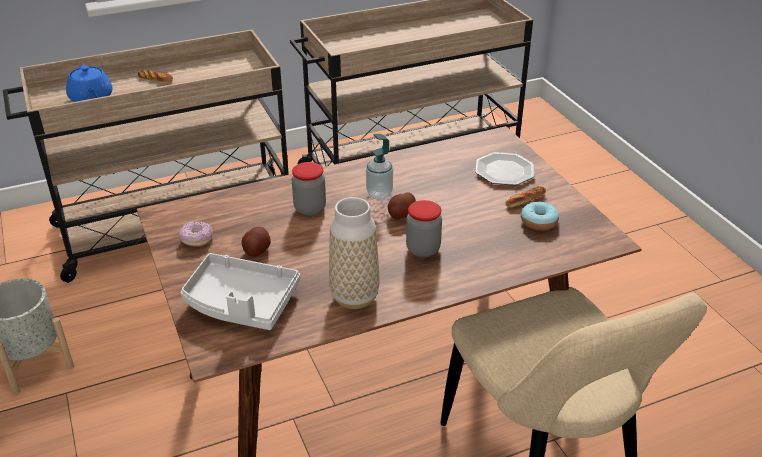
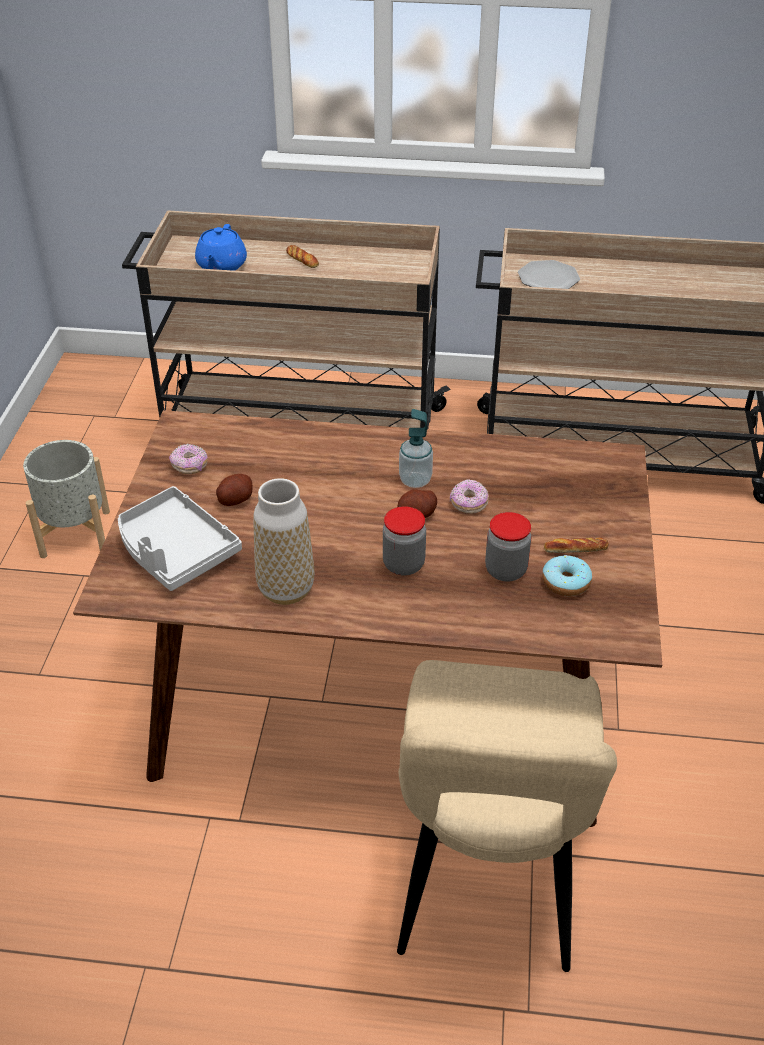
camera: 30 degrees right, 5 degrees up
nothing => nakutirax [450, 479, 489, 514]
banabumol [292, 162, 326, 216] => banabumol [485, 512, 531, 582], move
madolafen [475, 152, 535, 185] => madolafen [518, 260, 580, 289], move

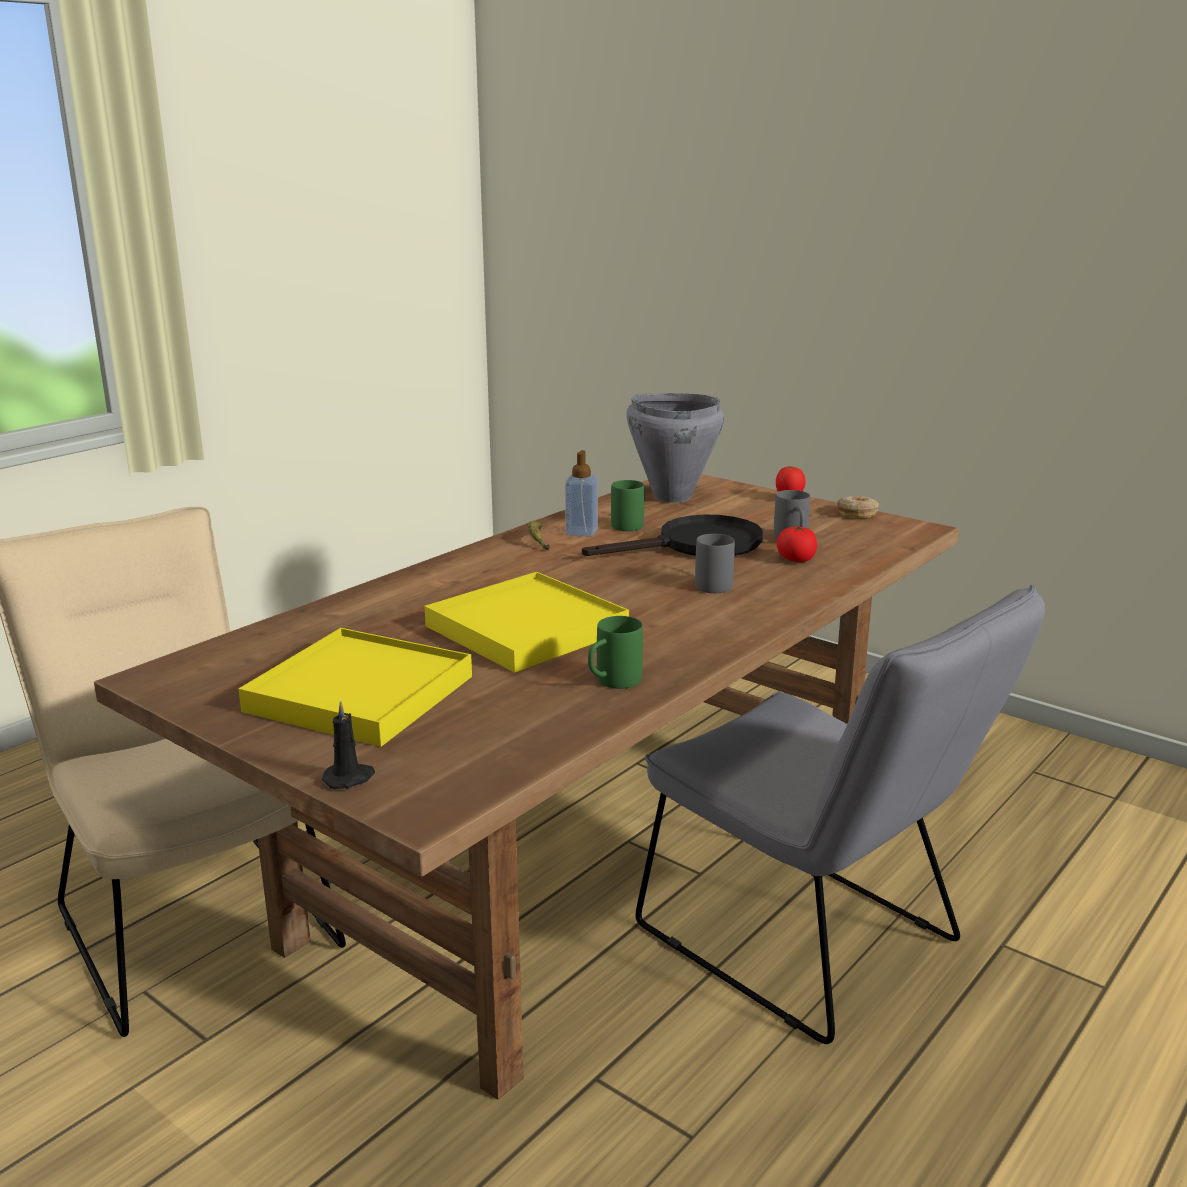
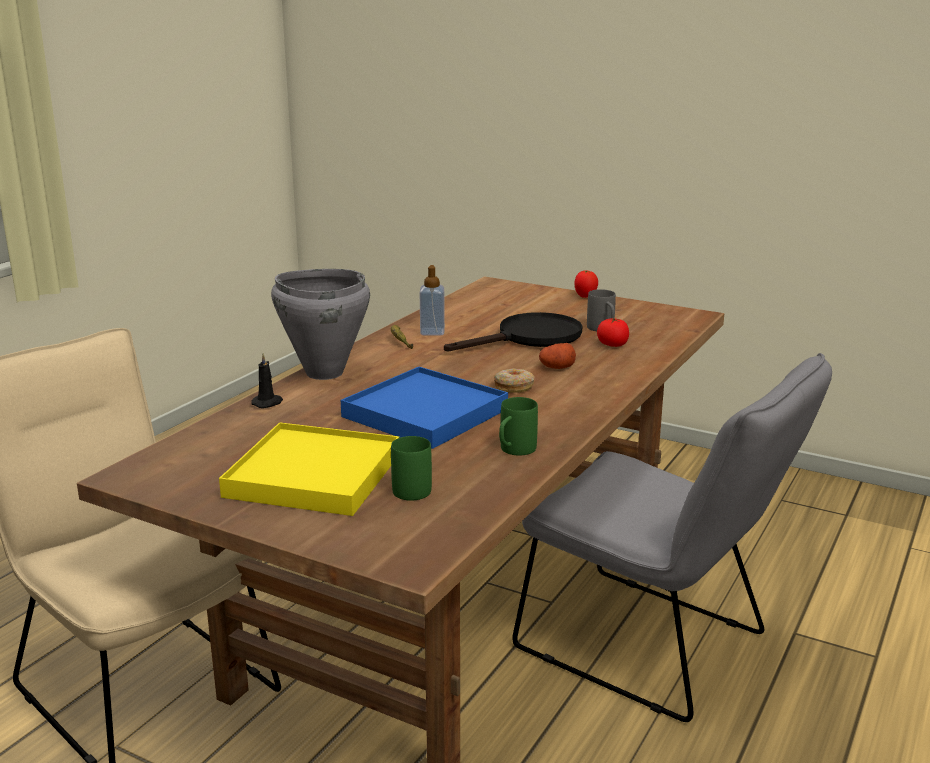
camera: 10 degrees left, 0 degrees up
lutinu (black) [322, 701, 375, 789] => lutinu (black) [251, 353, 283, 408], move
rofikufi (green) [611, 480, 644, 531] => rofikufi (green) [391, 436, 432, 501], move
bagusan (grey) [626, 393, 724, 503] => bagusan (grey) [271, 269, 370, 380], move
nakutirax [837, 496, 879, 518] => nakutirax [494, 368, 535, 393], move
rofikufi (grey) [695, 534, 735, 593] => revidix [539, 343, 576, 369]
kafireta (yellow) [424, 572, 629, 672] => kafireta (blue) [341, 367, 508, 449]

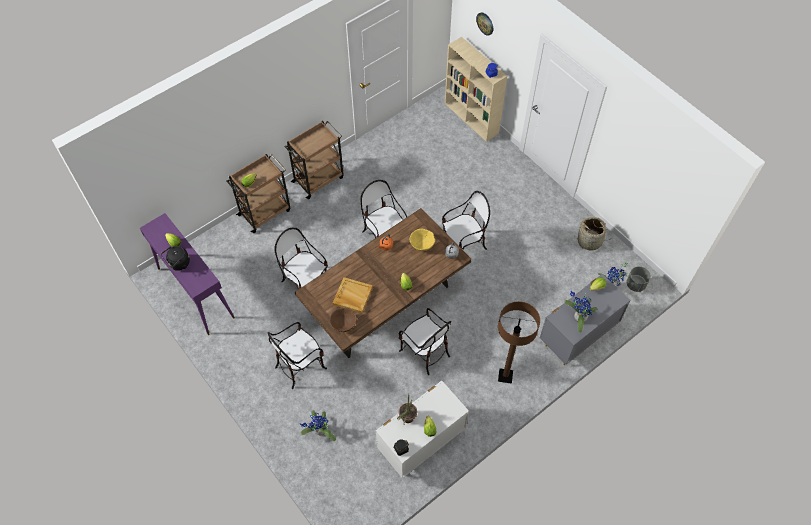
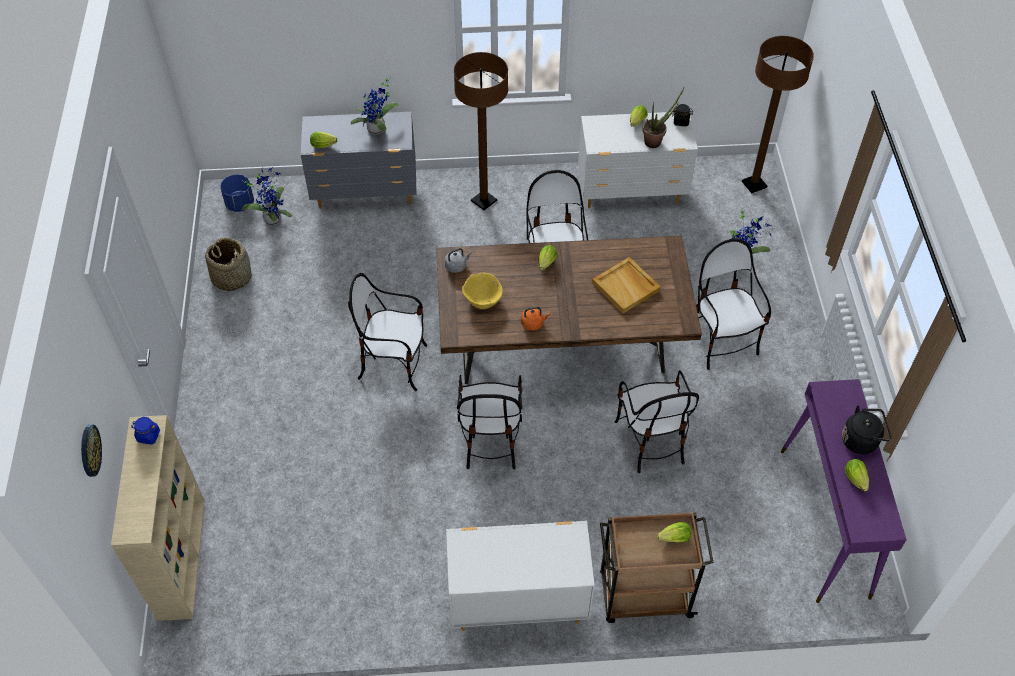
camera: 145 degrees left, 5 degrees down
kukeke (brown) [330, 308, 357, 332] => nothing
nothing => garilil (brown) [742, 36, 814, 193]
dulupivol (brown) [285, 121, 344, 199] => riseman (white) [446, 521, 595, 631]
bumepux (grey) [627, 266, 651, 292] => bumepux (blue) [220, 174, 254, 212]
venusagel [268, 322, 327, 389] => venusagel [696, 239, 771, 370], 105 degrees counterclockwise

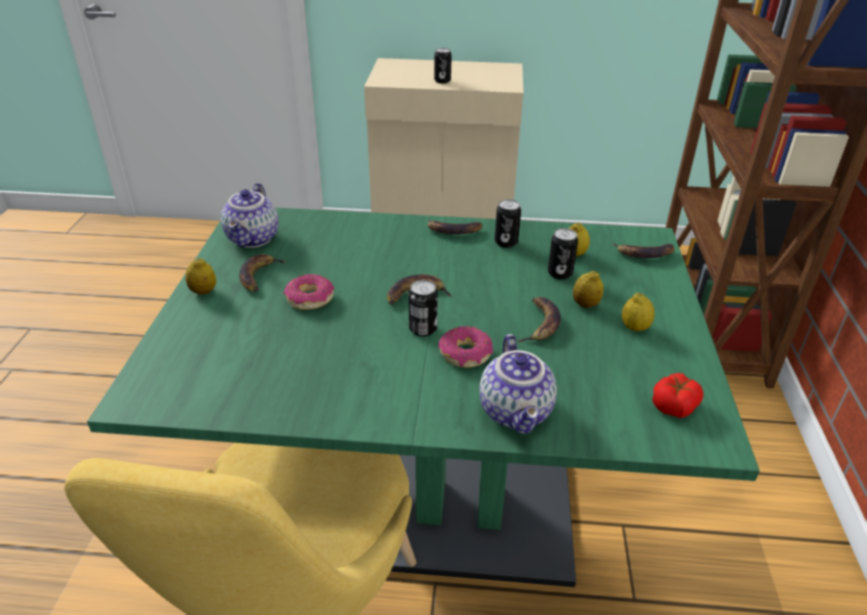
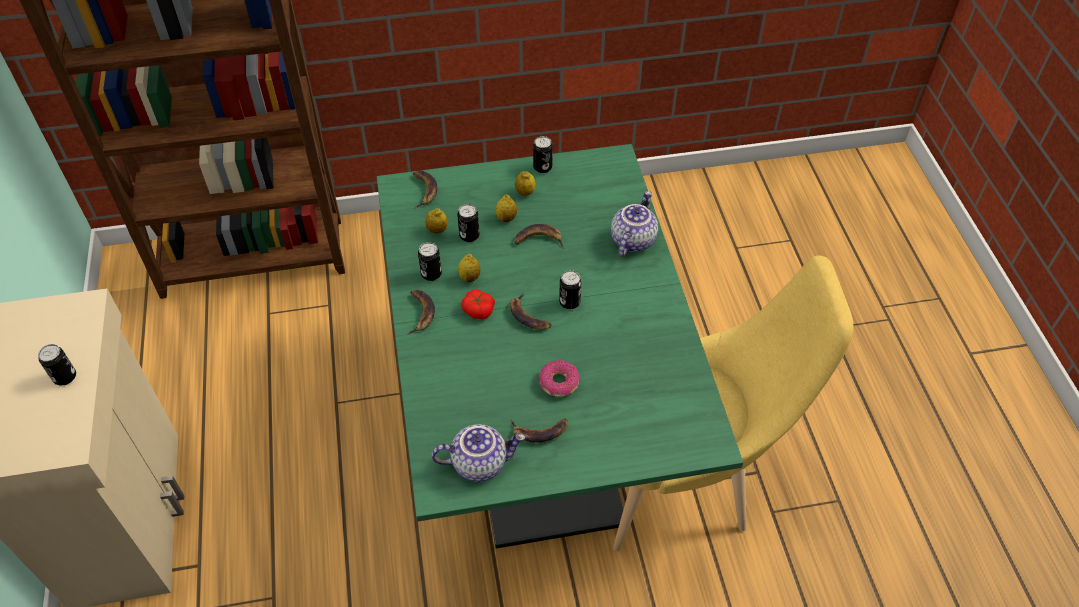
camera: 105 degrees left, 15 degrees up
nakutirax [438, 326, 493, 368] => nothing
nothing => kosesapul [533, 136, 553, 173]
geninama [185, 258, 216, 295] => geninama [458, 254, 480, 282], move
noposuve [652, 373, 703, 418] => noposuve [462, 290, 495, 319], move
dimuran [480, 334, 557, 434] => dimuran [611, 191, 658, 256], 45 degrees counterclockwise

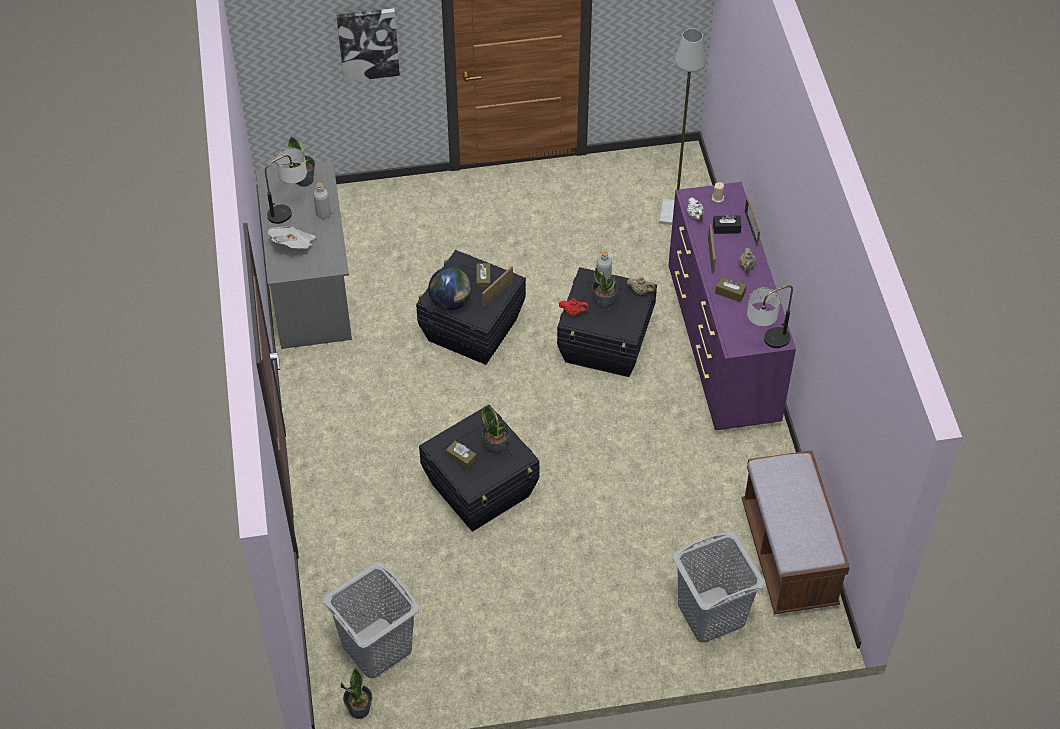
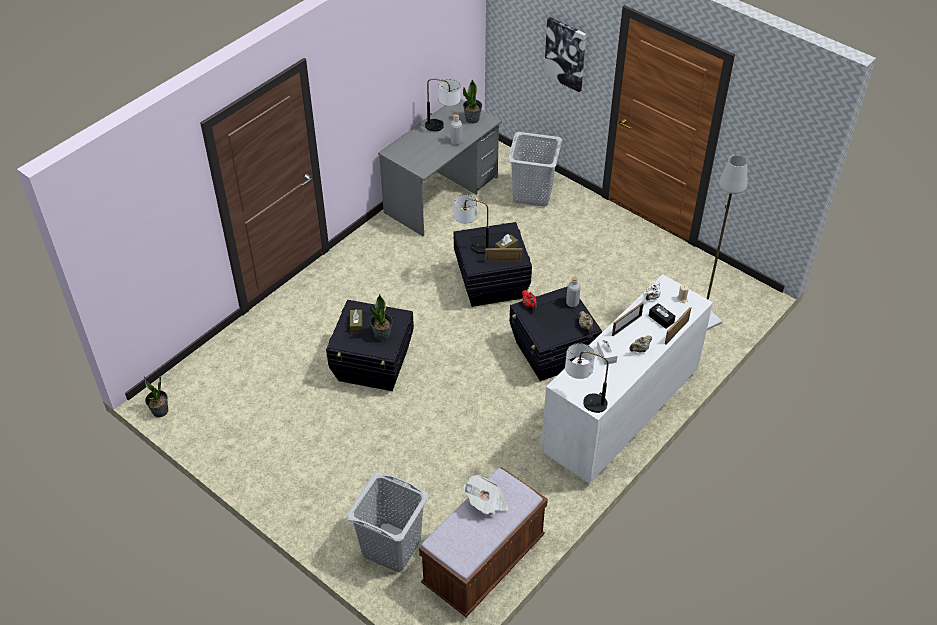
camera: 50 degrees right, 5 degrees down
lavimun [592, 268, 618, 310] => nothing
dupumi [268, 227, 316, 249] => dupumi [463, 475, 509, 514], move
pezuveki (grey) [322, 562, 420, 678] => pezuveki (grey) [508, 132, 562, 207], move
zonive [428, 267, 472, 310] => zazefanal [453, 194, 491, 254]
riseman (purple) [668, 182, 796, 430] => riseman (white) [541, 274, 713, 484]
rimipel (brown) [715, 276, 747, 302] => rimipel (white) [597, 338, 618, 365]

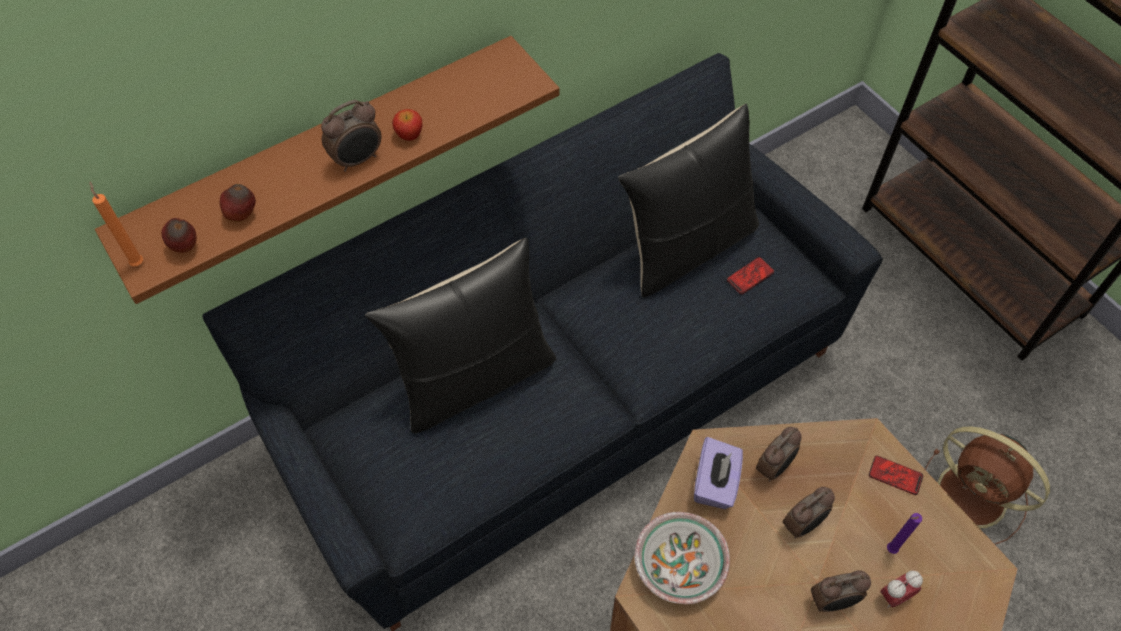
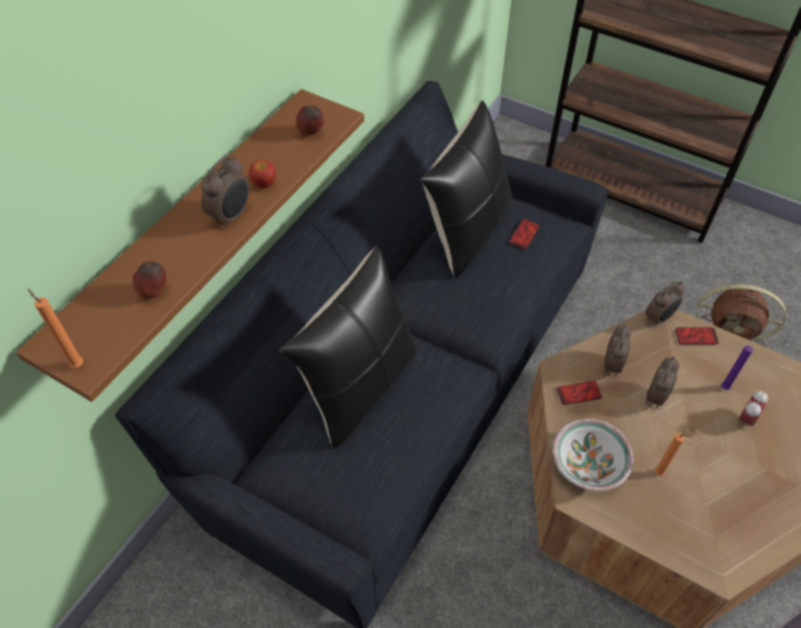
camera: 25 degrees left, 5 degrees down
nothing => lutinu (orange) [655, 433, 692, 476]
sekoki [161, 218, 197, 253] => sekoki [296, 105, 324, 135], move
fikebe [811, 570, 871, 612] => fikebe [645, 281, 685, 327], move
rimipel (purple) [694, 437, 743, 509] => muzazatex [557, 381, 602, 405]

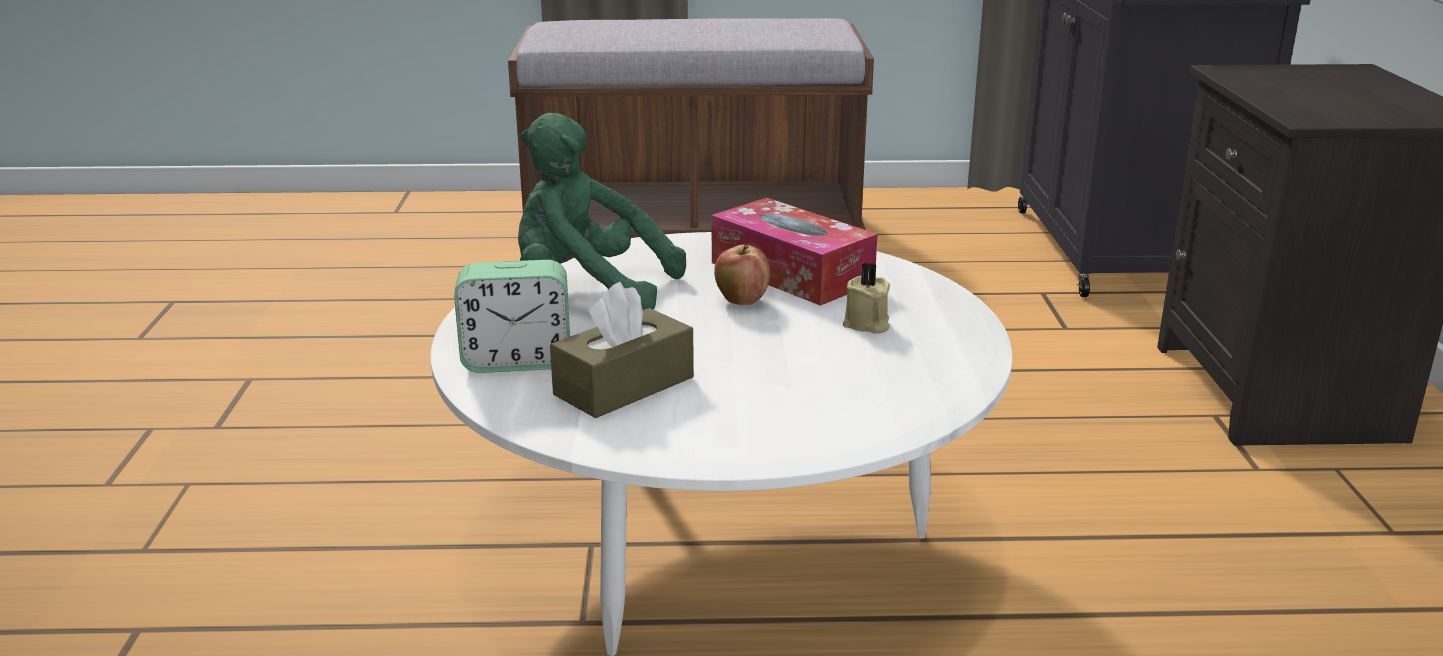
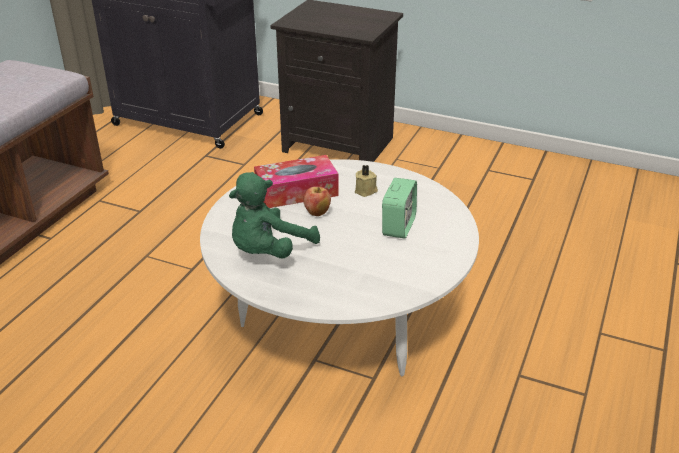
camera: 65 degrees left, 10 degrees up
rimipel (brown) [550, 282, 694, 418] => nothing
fikebe [454, 260, 570, 373] => fikebe [382, 178, 417, 238], move

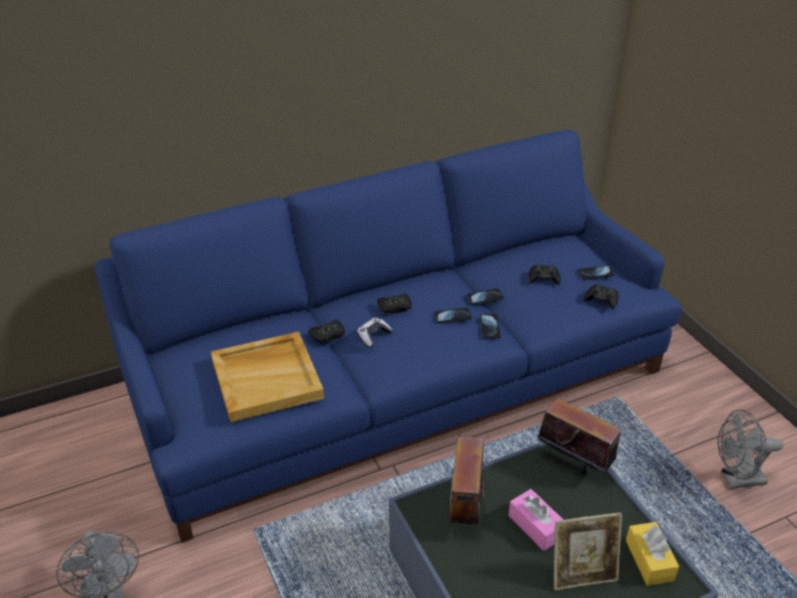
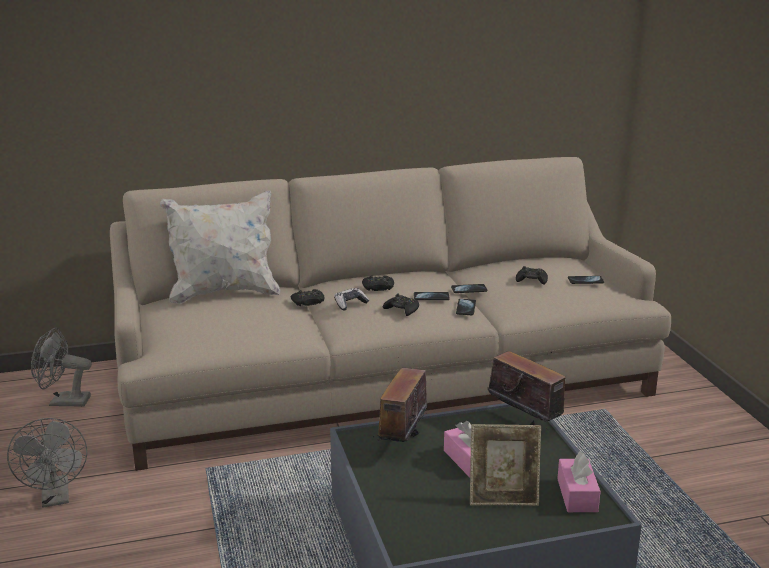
camera: 10 degrees right, 15 degrees down
kafireta (beige) [211, 332, 324, 422] => nothing
nothing => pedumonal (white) [160, 191, 280, 304]
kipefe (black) [584, 284, 619, 309] => kipefe (black) [383, 294, 419, 316], move
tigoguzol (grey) [717, 409, 784, 489] => tigoguzol (grey) [31, 327, 92, 407], move
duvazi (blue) [95, 130, 681, 543] => duvazi (beige) [110, 157, 671, 471]
rimipel (yellow) [626, 522, 679, 586] => rimipel (pink) [557, 451, 601, 512]

